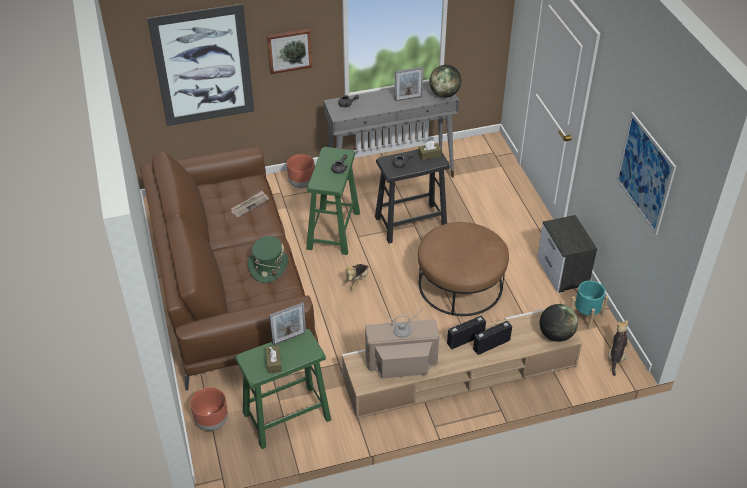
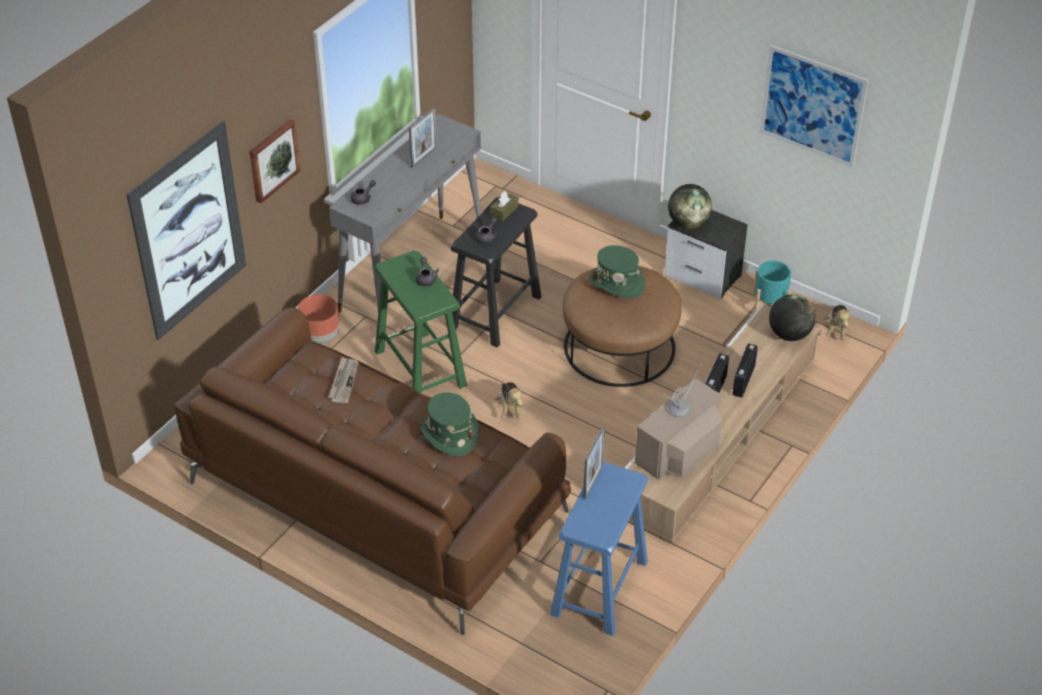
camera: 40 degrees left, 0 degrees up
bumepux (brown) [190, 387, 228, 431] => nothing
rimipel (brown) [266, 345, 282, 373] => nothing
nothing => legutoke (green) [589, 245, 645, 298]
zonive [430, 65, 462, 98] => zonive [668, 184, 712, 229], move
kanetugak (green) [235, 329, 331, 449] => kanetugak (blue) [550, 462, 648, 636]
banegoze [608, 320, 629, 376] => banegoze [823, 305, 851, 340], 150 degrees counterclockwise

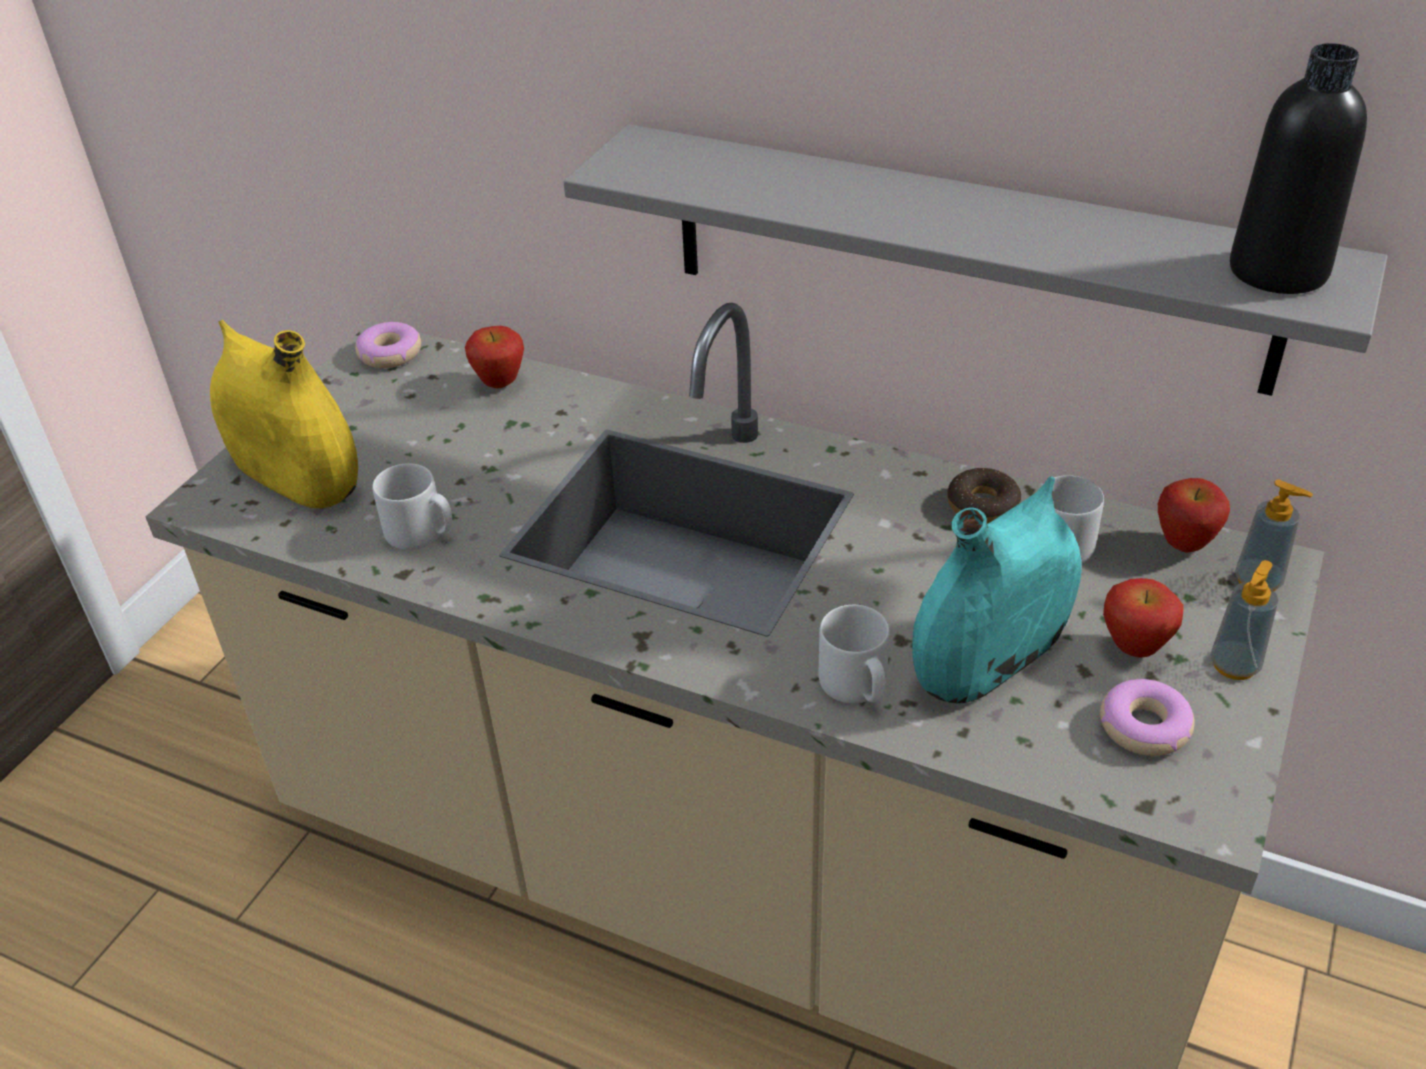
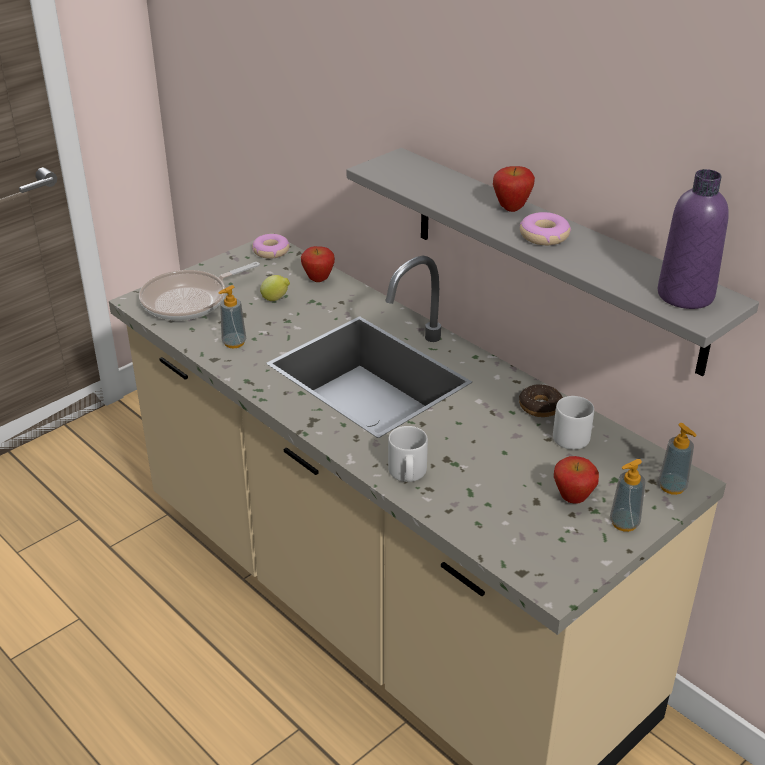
camera: 20 degrees right, 5 degrees down
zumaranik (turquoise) [912, 476, 1081, 704] => nothing
nothing => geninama [260, 275, 290, 301]
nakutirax [1100, 679, 1195, 756] => nakutirax [520, 212, 571, 245], move
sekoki [1158, 478, 1230, 553] => sekoki [493, 166, 535, 212], move
zumaranik (yellow) [210, 320, 358, 509] => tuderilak [139, 262, 260, 321]
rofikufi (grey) [372, 463, 452, 550] => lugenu [219, 285, 246, 348]
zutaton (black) [1230, 43, 1367, 294] => zutaton (purple) [658, 169, 729, 309]

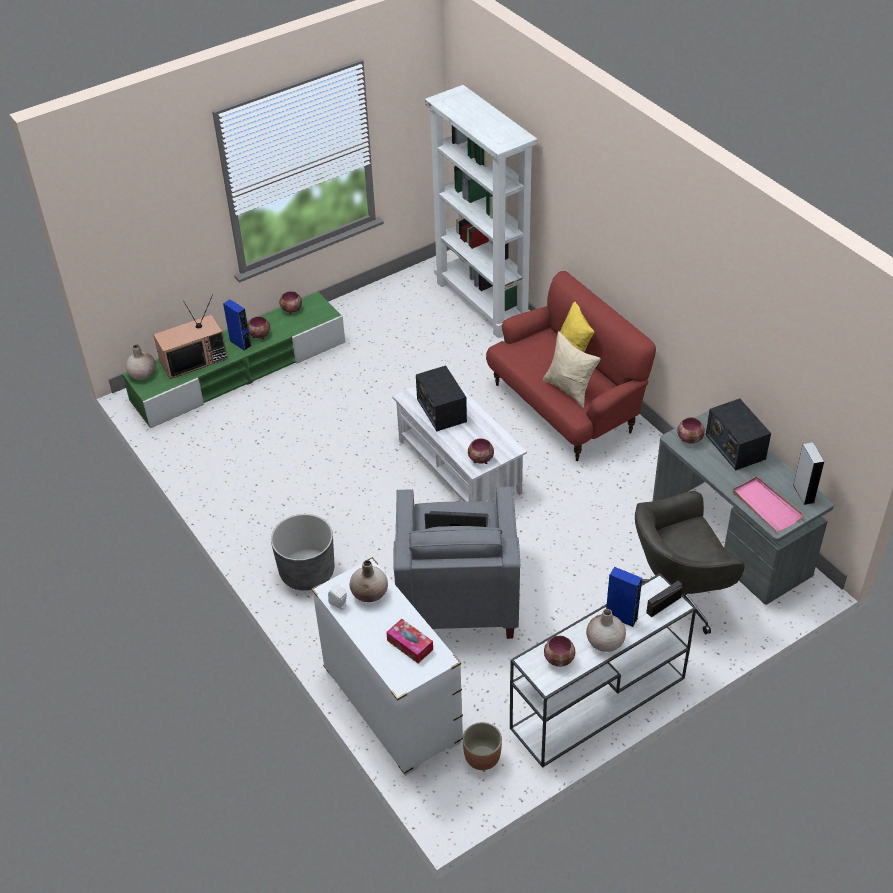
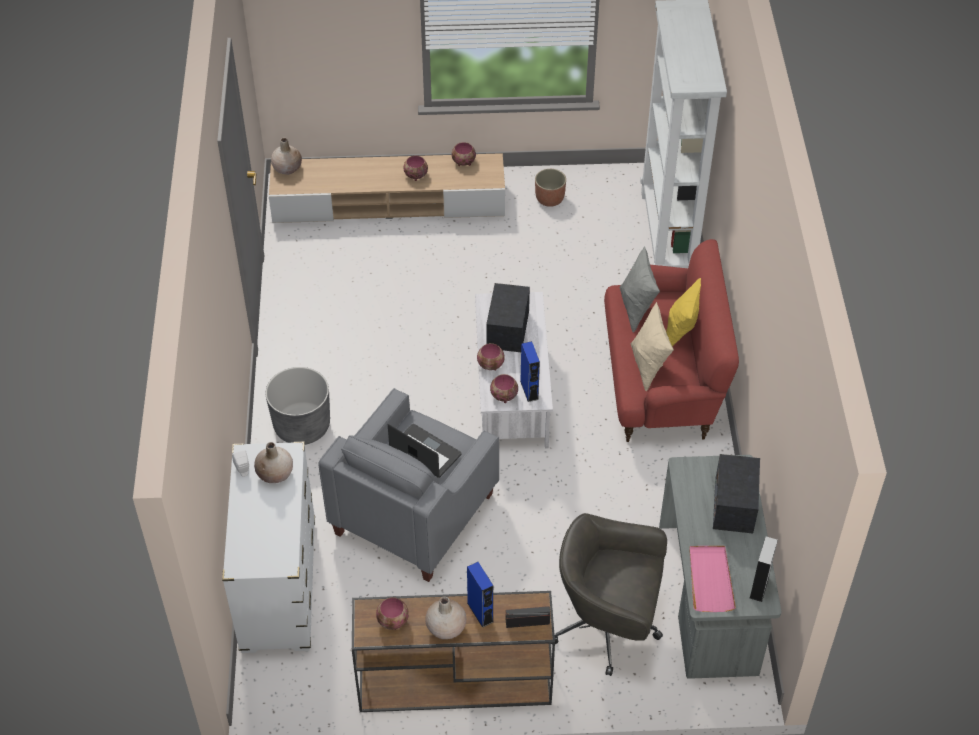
camera: 30 degrees right, 5 degrees up
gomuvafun [153, 295, 228, 379] => nothing
rimipel [386, 619, 433, 663] => nothing
nothing => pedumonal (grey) [619, 246, 660, 333]
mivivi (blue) [223, 300, 252, 351] => mivivi (blue) [520, 341, 540, 402], move
bumepux [463, 722, 502, 770] => bumepux [535, 169, 566, 207], move
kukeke [677, 417, 705, 443] => kukeke [477, 343, 505, 370], move
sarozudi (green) [122, 292, 345, 429] => sarozudi (beige) [269, 153, 505, 223]
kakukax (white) [510, 573, 696, 768] => kakukax (brown) [352, 591, 555, 712]

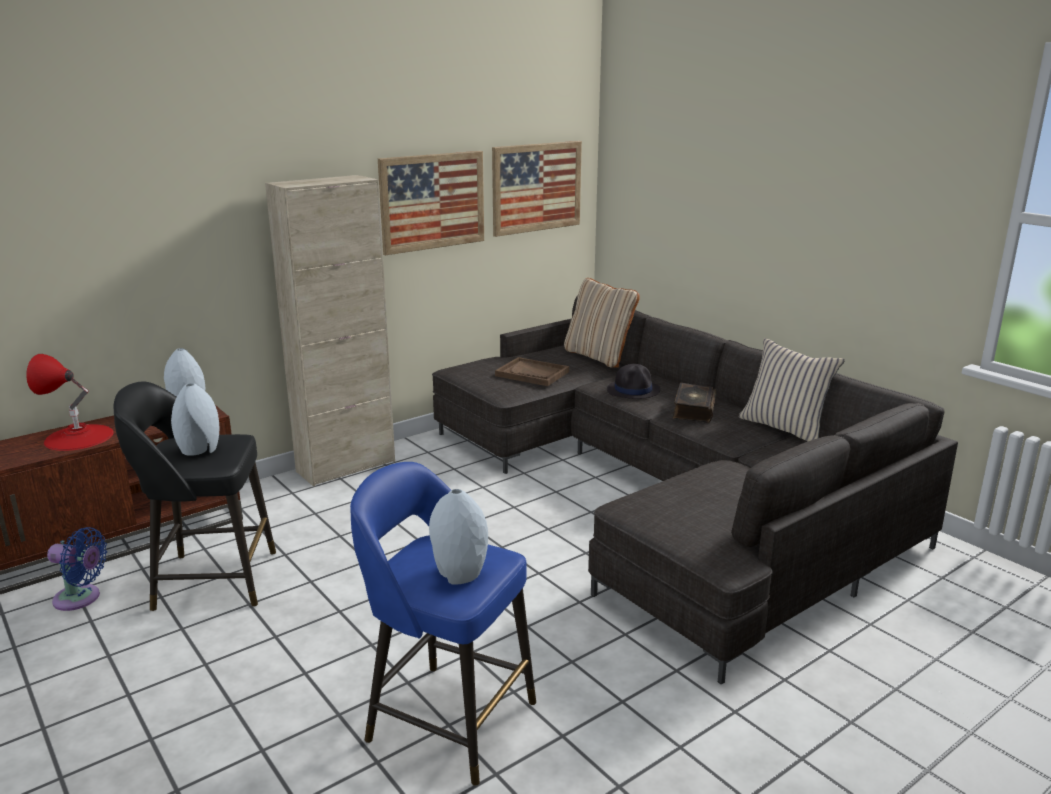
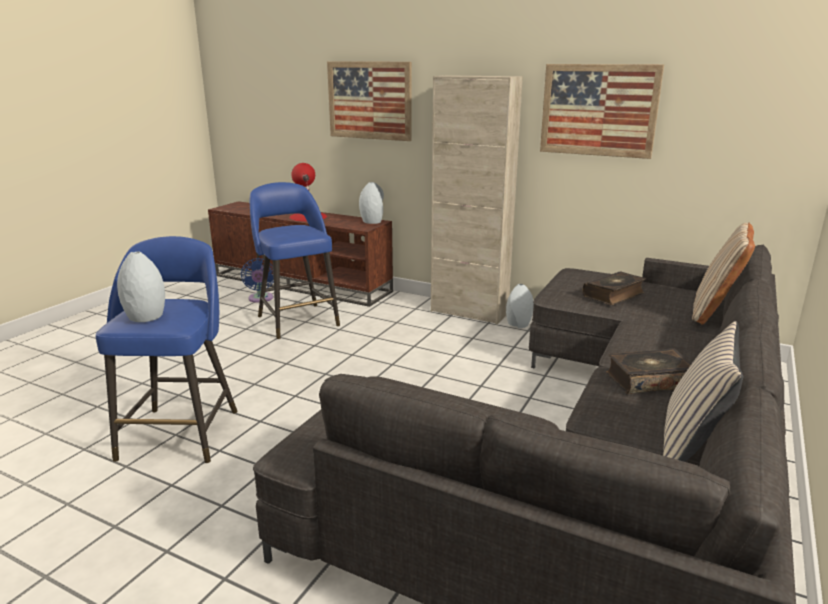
camera: 65 degrees right, 0 degrees up
legutoke (black) [607, 364, 660, 399] => nothing
zumaranik (grey) [171, 383, 219, 456] => zumaranik (grey) [506, 284, 534, 328], move
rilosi [492, 141, 582, 237] => rilosi [327, 62, 412, 141], move
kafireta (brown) [495, 357, 569, 386] => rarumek [583, 271, 646, 305]
kanetugak (black) [113, 382, 276, 611] => kanetugak (blue) [250, 182, 340, 339]

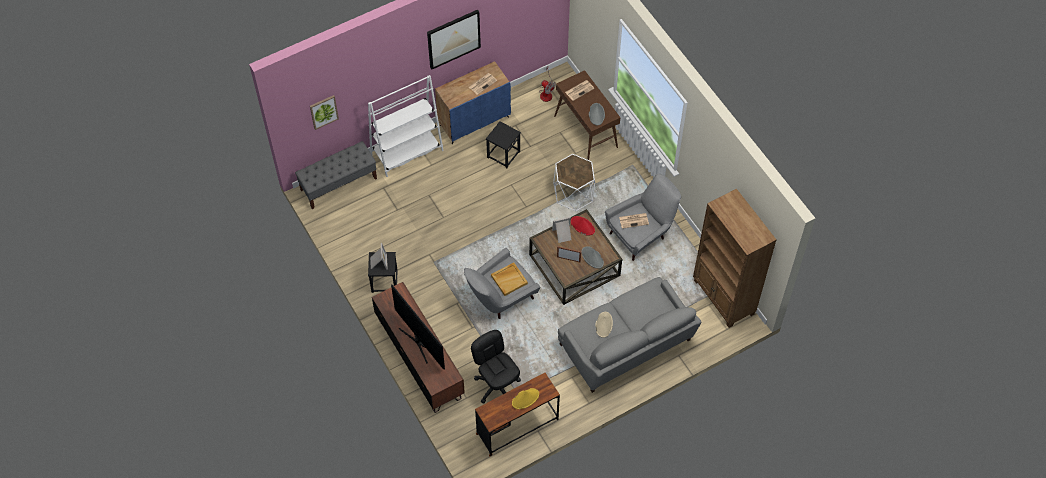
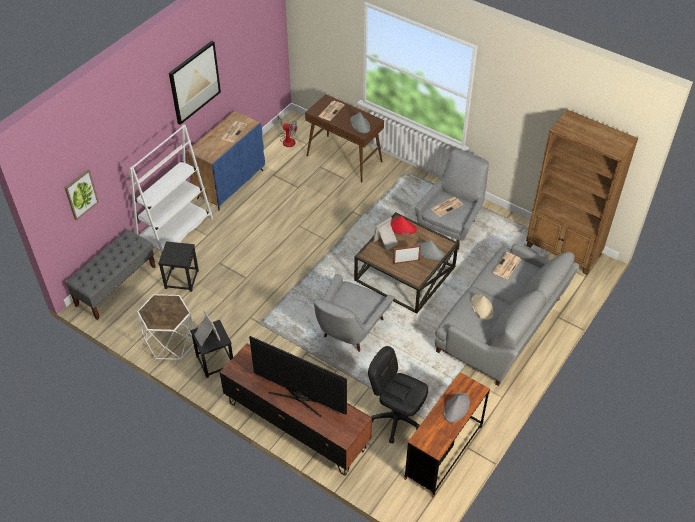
camera: 25 degrees left, 10 degrees down
kafireta (beige) [491, 262, 528, 296] => nothing
nothing => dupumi [493, 252, 521, 280]
kanetugak (black) [486, 121, 521, 168] => kanetugak (black) [158, 241, 199, 292], move
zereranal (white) [553, 154, 595, 211] => zereranal (white) [137, 294, 194, 360], move
legutoke (yellow) [512, 388, 539, 409] => legutoke (grey) [444, 393, 470, 423]

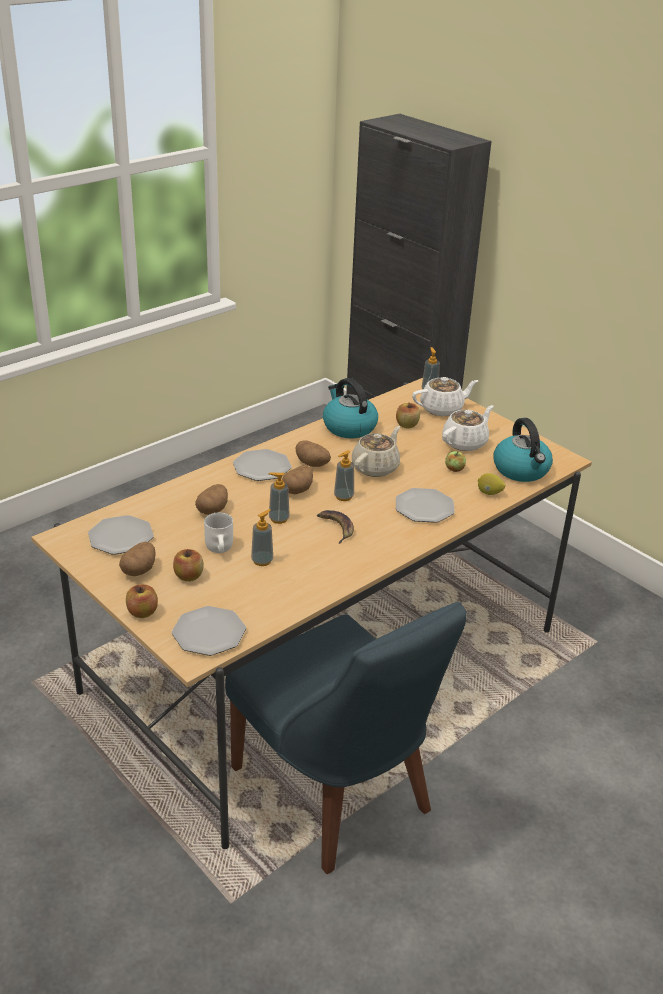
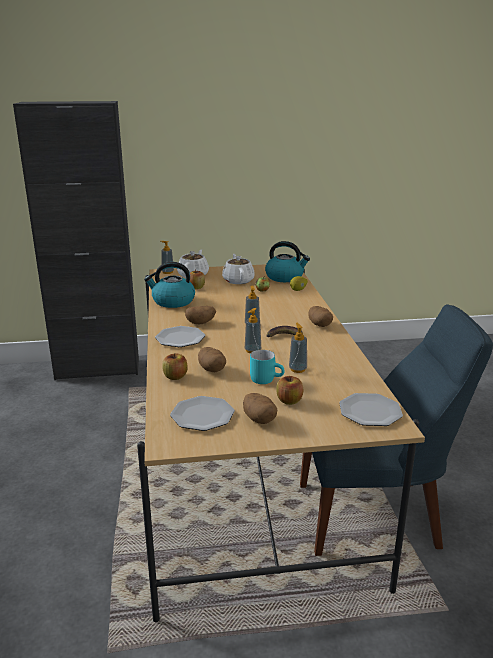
camera: 55 degrees left, 10 degrees down
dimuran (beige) [352, 426, 400, 477] => nothing
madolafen [396, 488, 455, 523] => nothing
sekoki [126, 584, 158, 618] => sekoki [162, 353, 187, 380], move
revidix [282, 465, 313, 494] => revidix [308, 306, 333, 327], move
rofikufi (white) [204, 512, 233, 553] => rofikufi (turquoise) [250, 350, 284, 384]

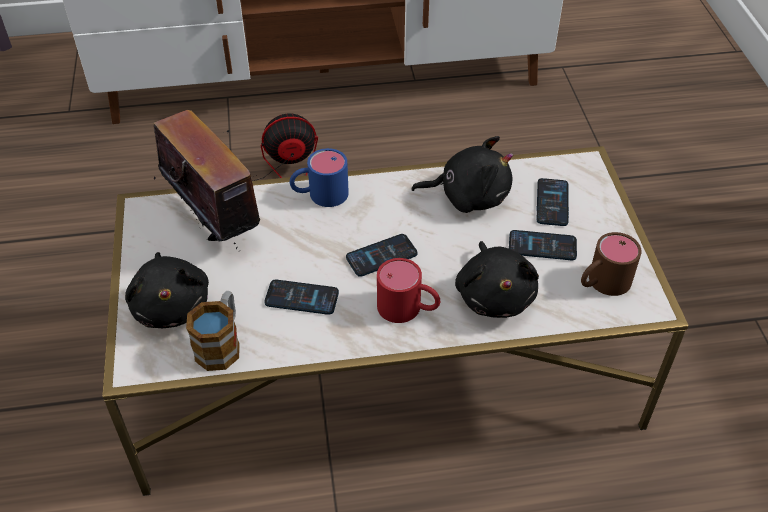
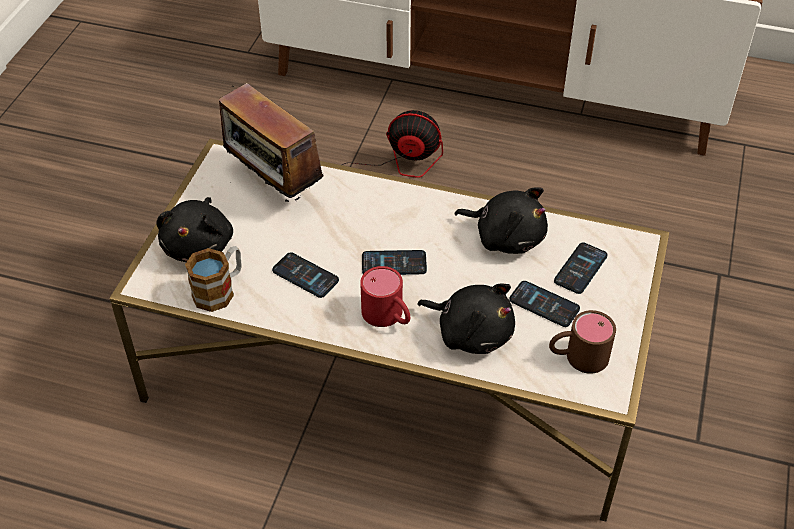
camera: 25 degrees right, 0 degrees up
rofikufi (blue) [290, 148, 349, 207] => nothing
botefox [153, 110, 260, 251] => botefox [219, 83, 324, 202], 150 degrees clockwise
banegoze (black) [455, 241, 539, 318] => banegoze (black) [417, 283, 515, 354], 75 degrees counterclockwise

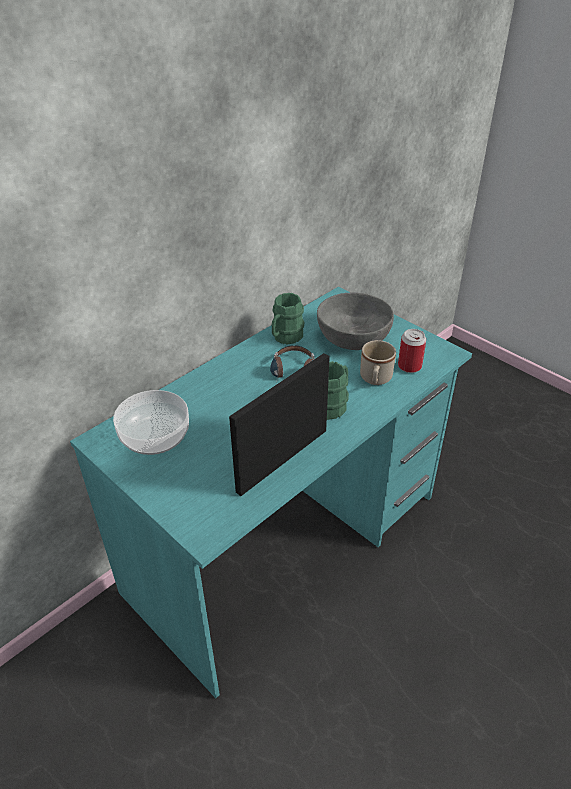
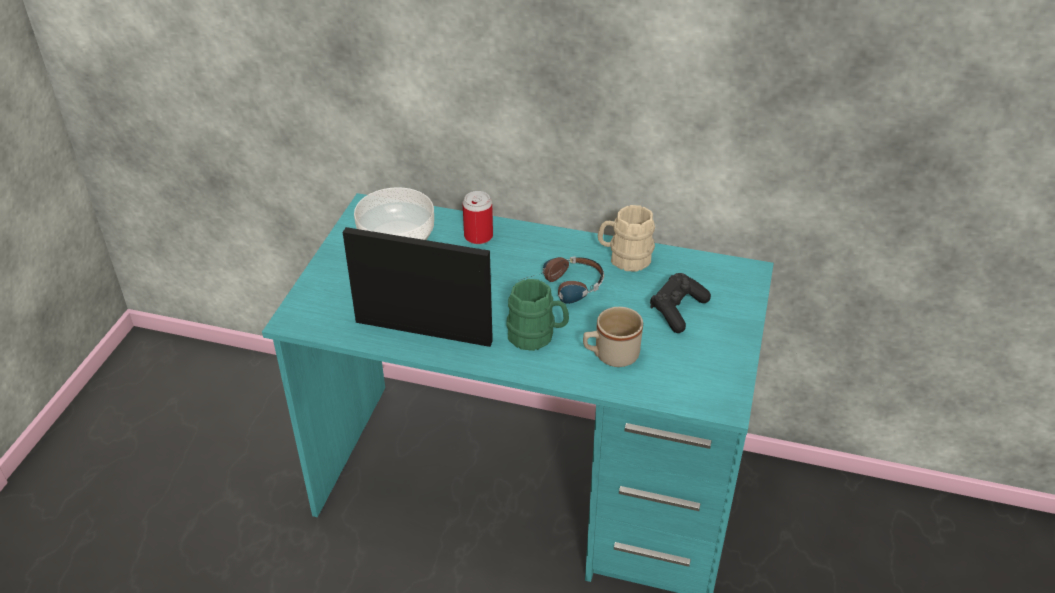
camera: 60 degrees right, 0 degrees up
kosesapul [398, 329, 426, 373] => kosesapul [462, 191, 493, 244], move
kukeke (grey) [317, 292, 394, 350] => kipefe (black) [650, 273, 711, 333]
rofikufi (green) [272, 293, 304, 345] => rofikufi (beige) [598, 205, 655, 272]

